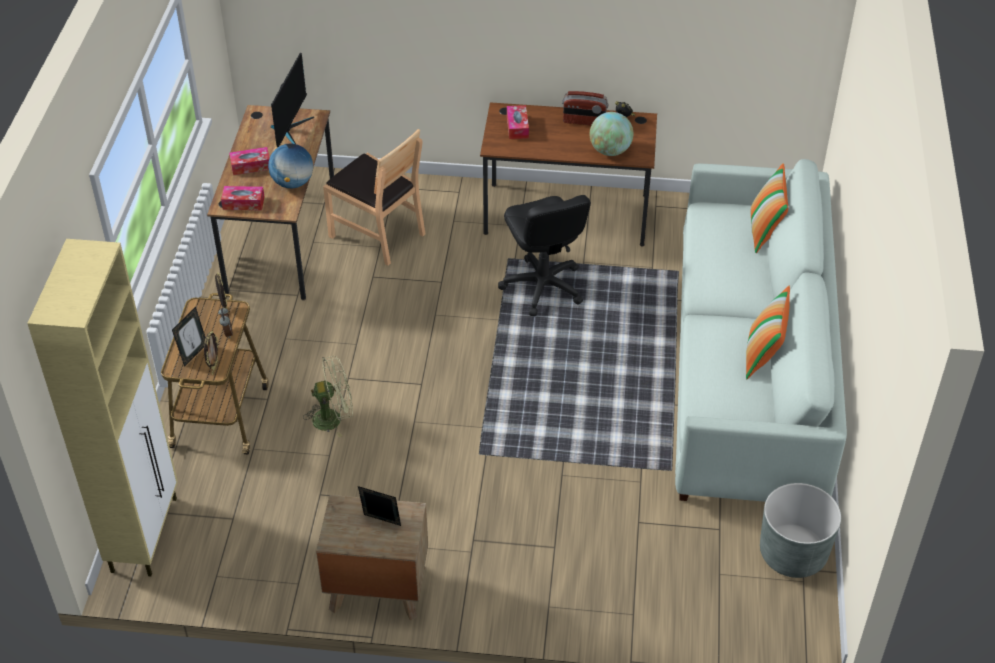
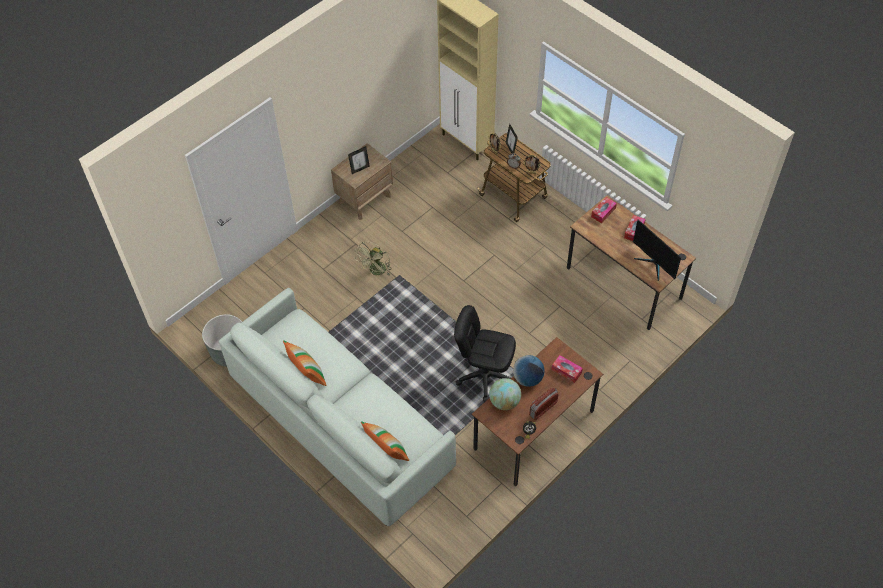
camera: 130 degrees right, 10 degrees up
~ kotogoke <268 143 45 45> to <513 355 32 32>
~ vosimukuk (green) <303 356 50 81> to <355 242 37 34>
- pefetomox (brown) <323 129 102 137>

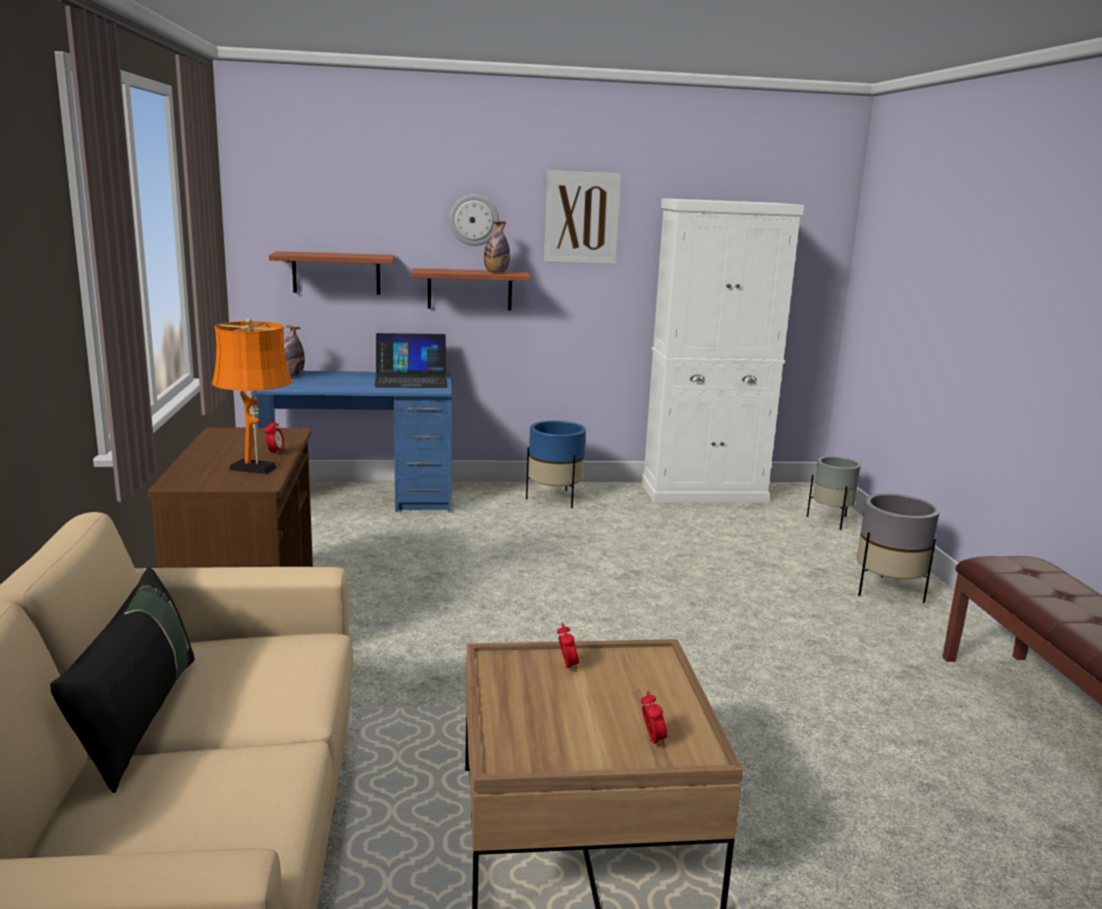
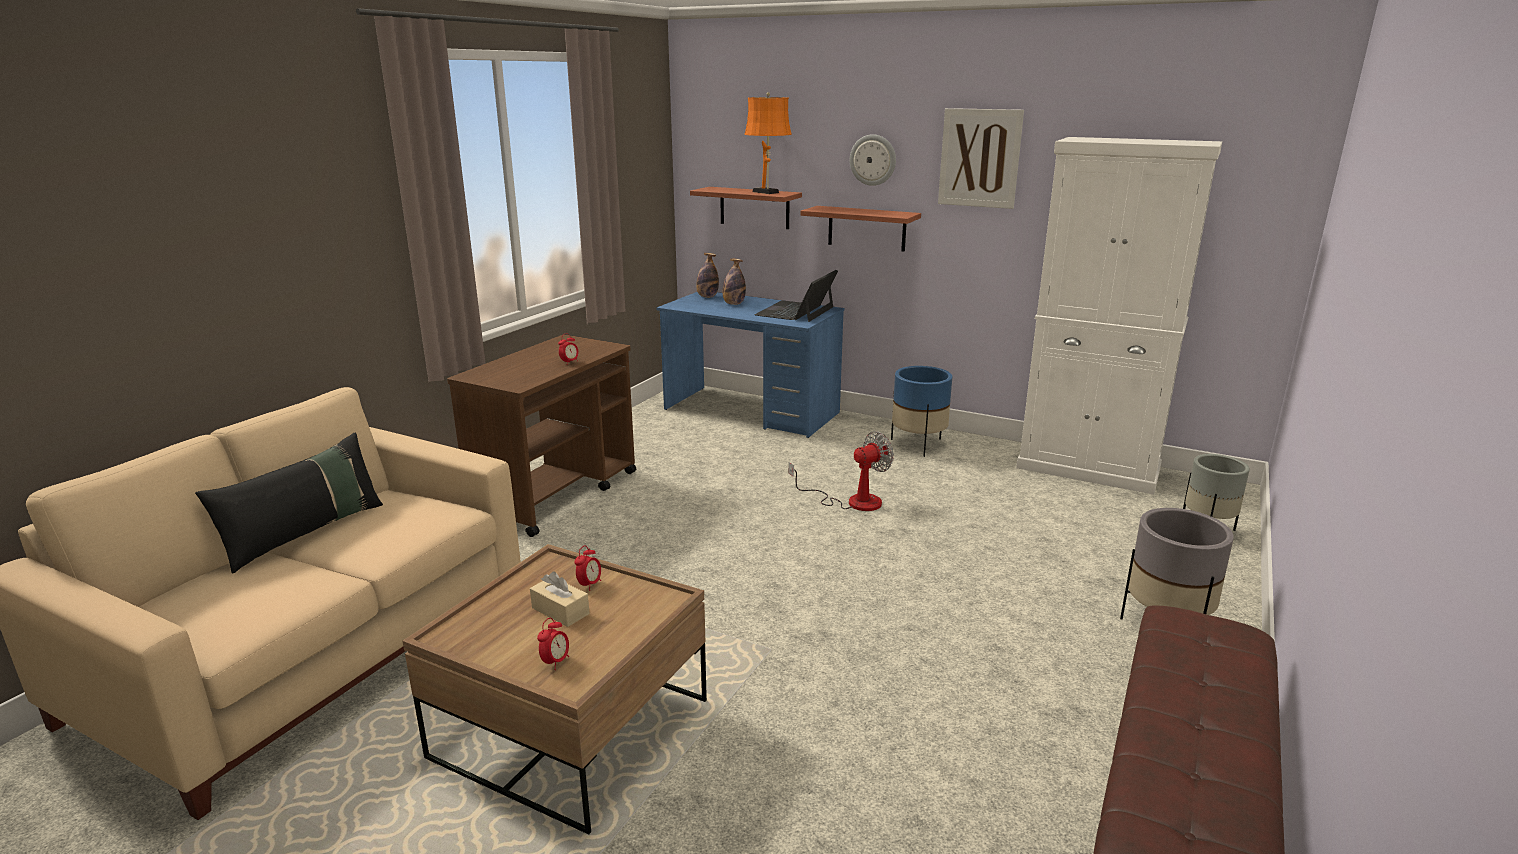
camera: 35 degrees right, 5 degrees up
~ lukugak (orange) <212 318 80 157> to <745 92 47 102>
~ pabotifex <374 333 74 55> = <755 270 83 52> 90 degrees clockwise
~ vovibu <484 221 26 52> to <723 258 23 47>
+ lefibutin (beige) <530 571 60 56>
+ vosimukuk <789 431 105 80>

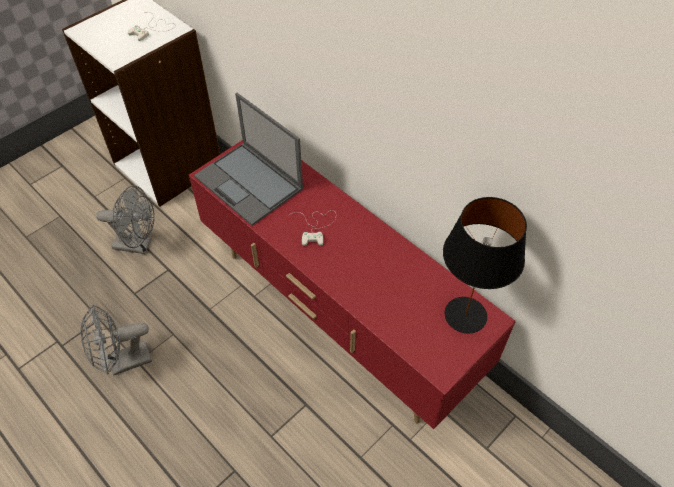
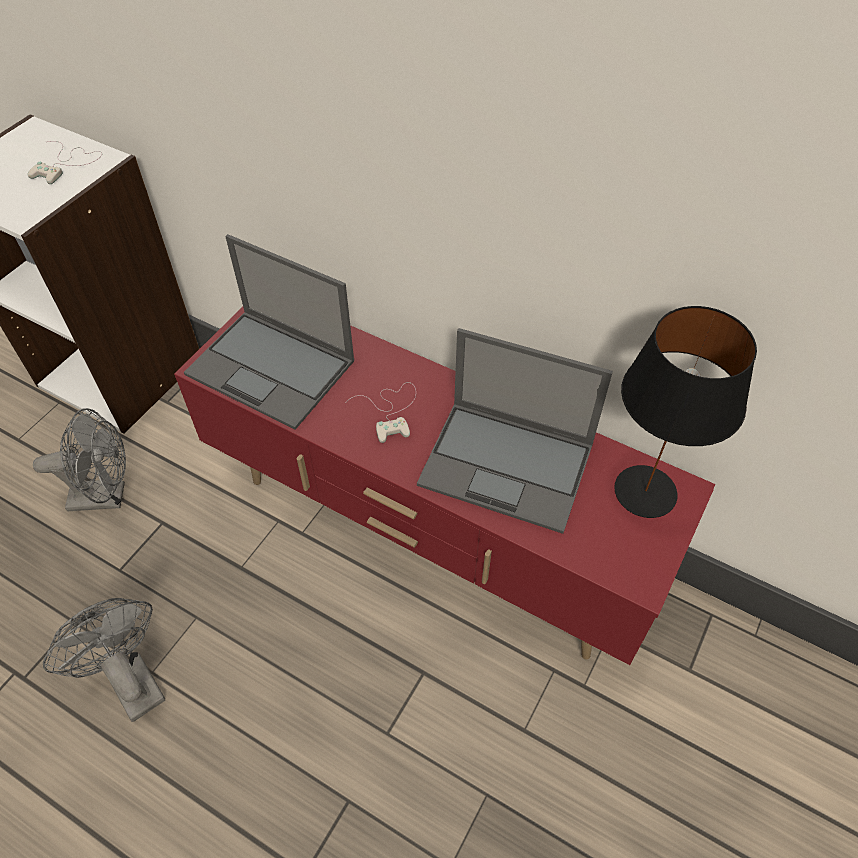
camera: 15 degrees left, 0 degrees up
~ vosimukuk (grey) <81 304 71 72> = <43 598 122 124> 90 degrees clockwise
+ pabotifex <417 328 196 206>

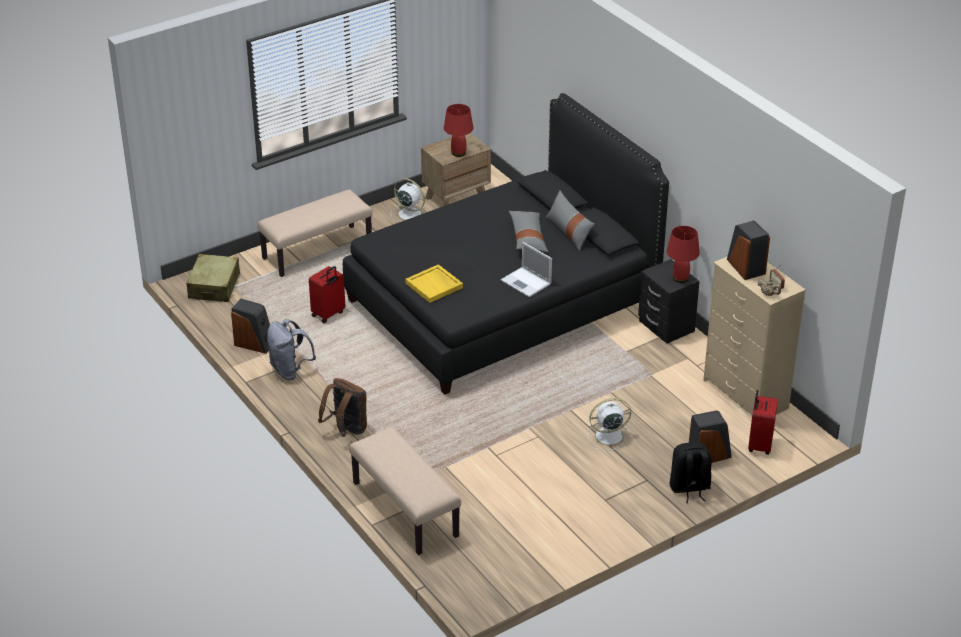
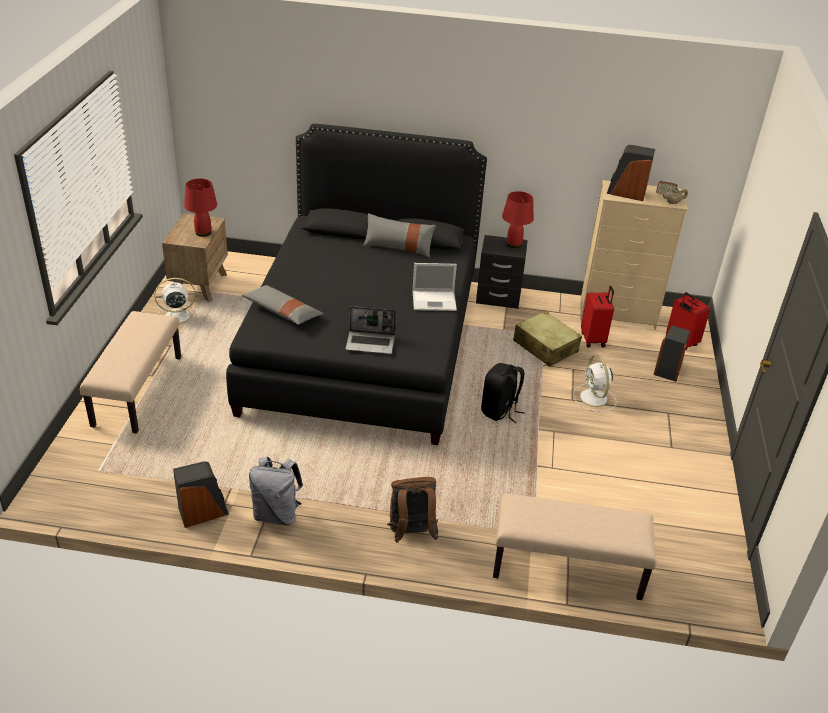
camera: 50 degrees left, 0 degrees up
~ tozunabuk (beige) <186 254 54 48> to <513 311 69 56>
~ tozunabuk (red) <309 266 36 57> to <581 286 33 62>
~ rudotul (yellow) <405 264 58 39> to pabotifex <346 306 50 48>
~ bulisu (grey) <509 211 39 41> to <241 285 83 40>
~ vosimukuk (white) <587 398 46 53> = <573 355 44 57> 45 degrees counterclockwise
~ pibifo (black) <669 442 43 61> to <481 363 44 60>

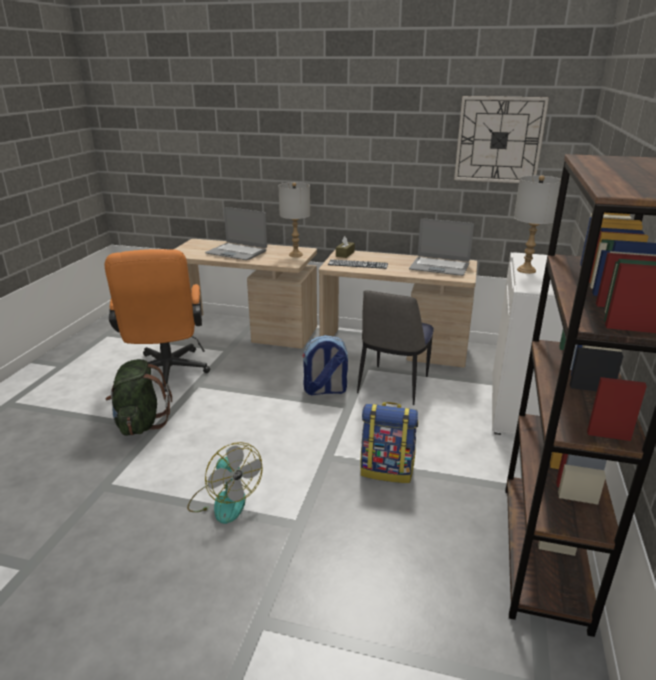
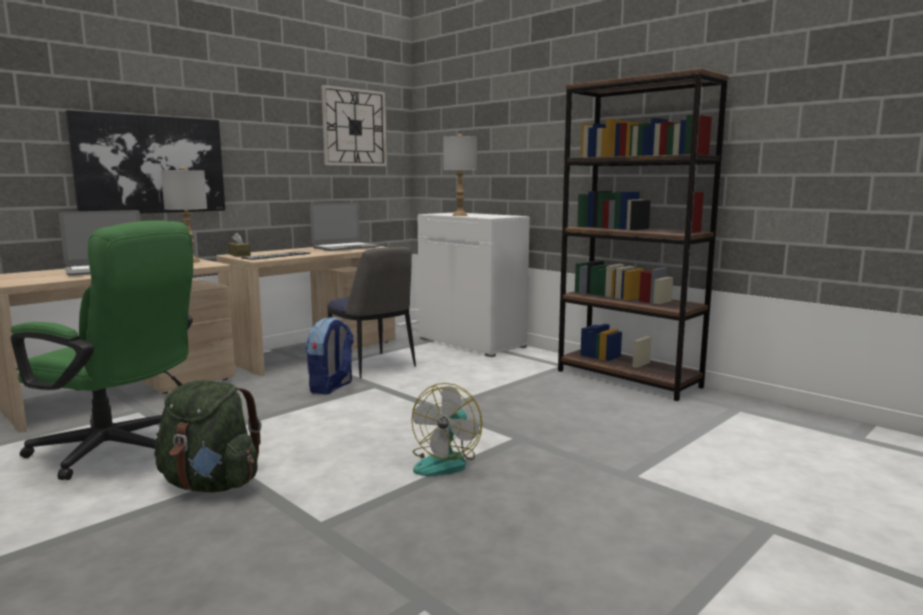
camera: 60 degrees left, 15 degrees down
~ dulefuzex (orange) <105 249 105 143> to dulefuzex (green) <11 221 182 259>
~ vosimukuk <187 442 76 82> = <411 383 72 93> 120 degrees clockwise
- pibifo <361 402 57 81>
+ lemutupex <66 110 159 104>

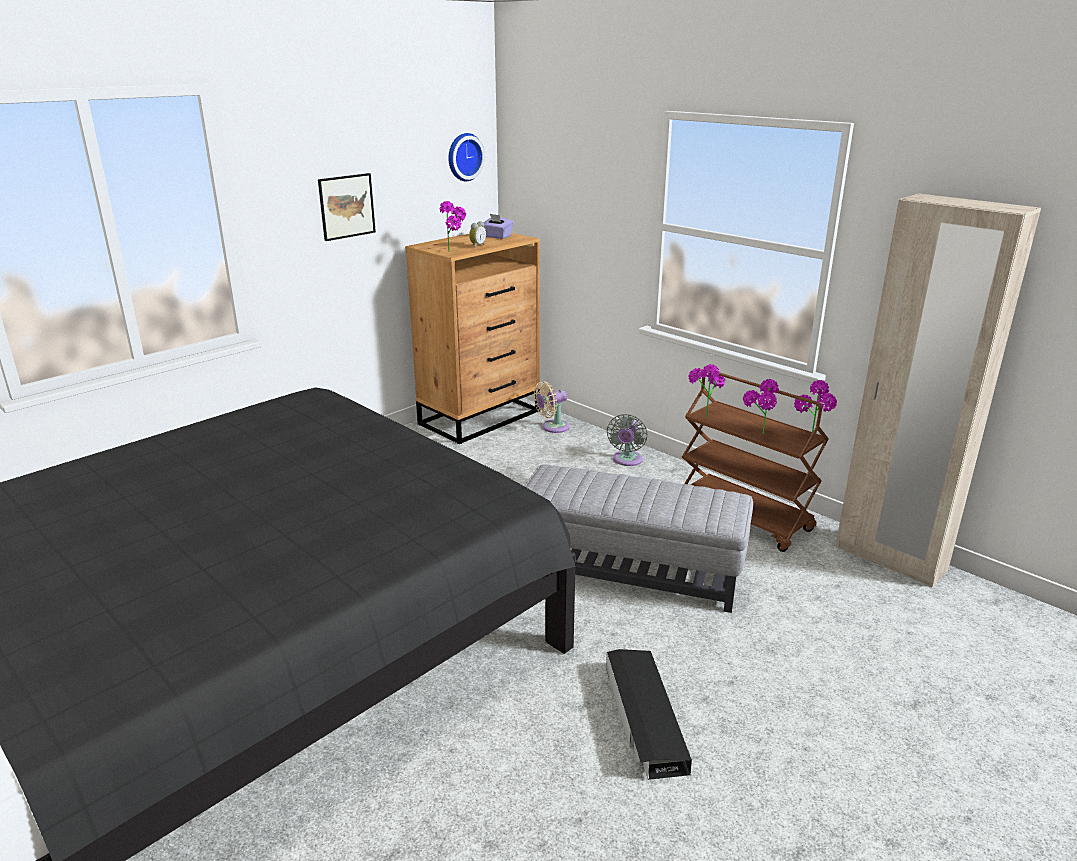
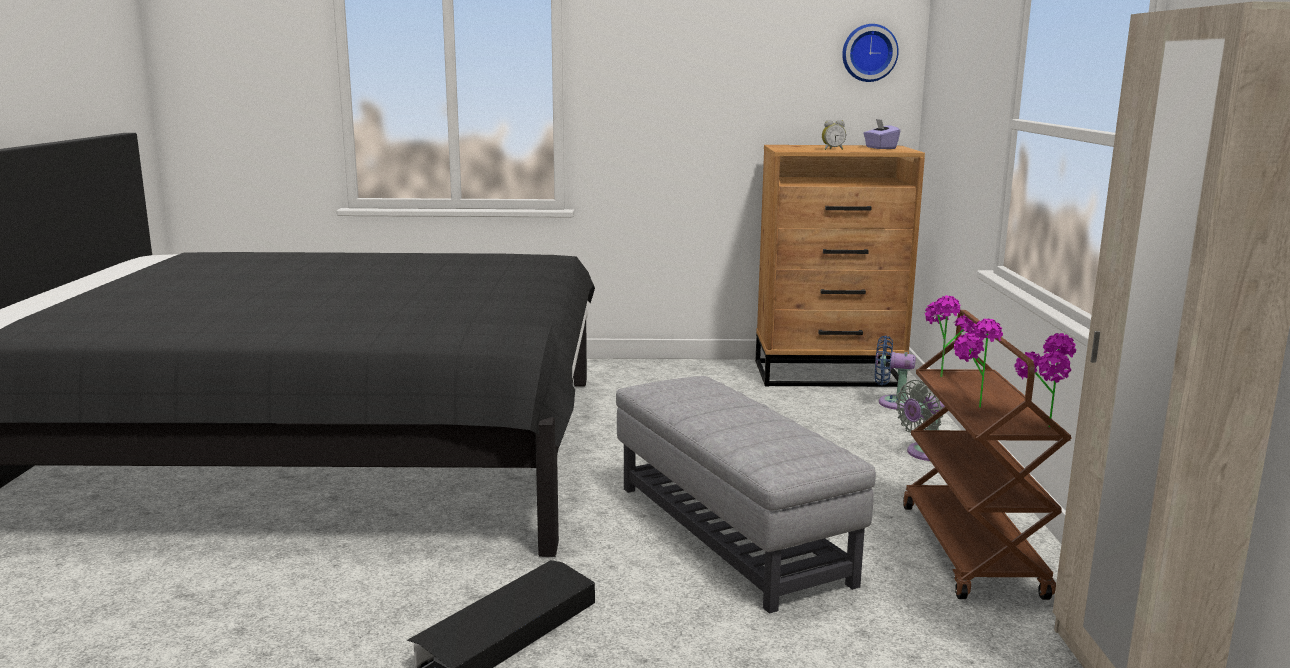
camera: 45 degrees right, 10 degrees down
- lemutupex <318 173 58 68>
- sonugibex <440 201 26 51>
~ vosimukuk (beige) <533 381 36 52> to vosimukuk (blue) <875 336 41 73>

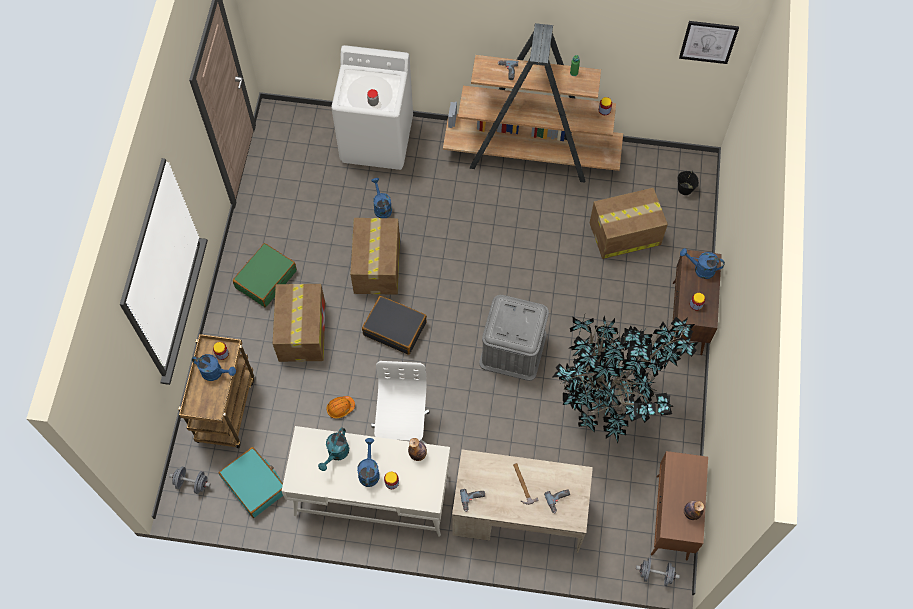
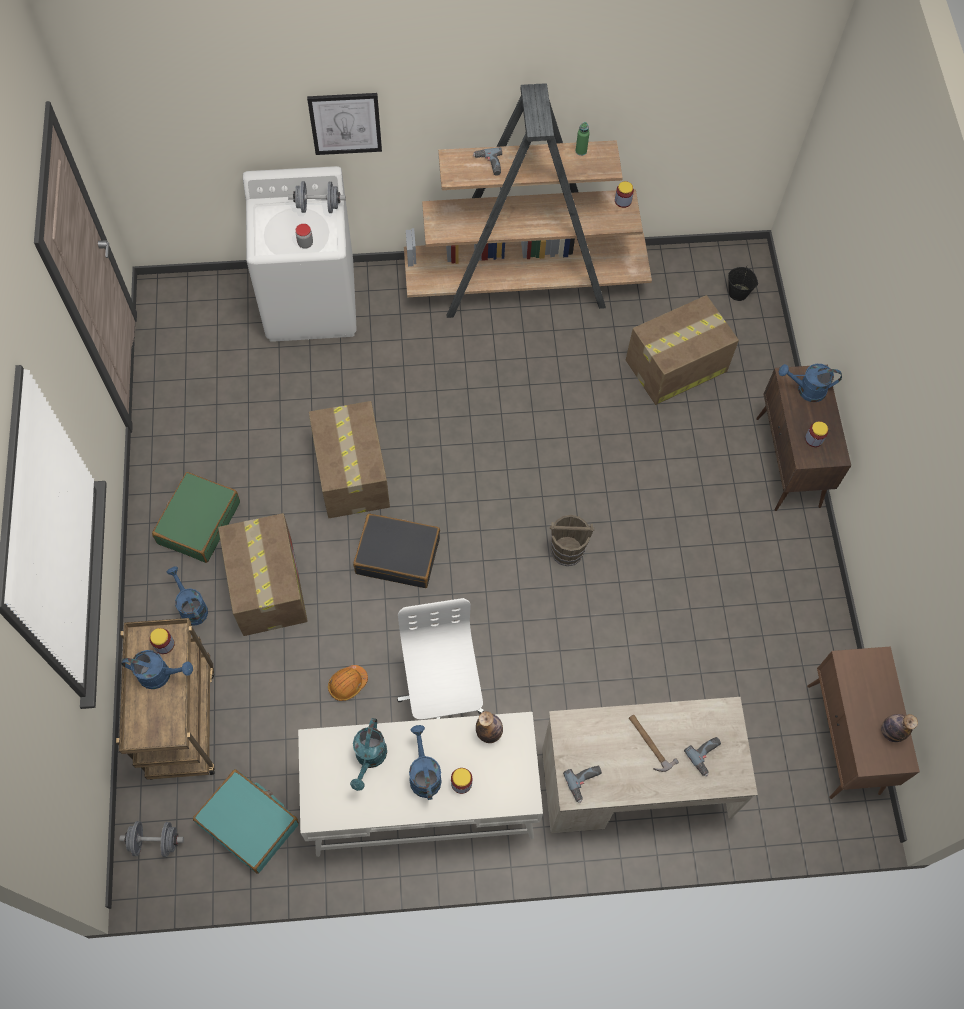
camera: 15 degrees left, 0 degrees up
~ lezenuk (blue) <371 178 21 40> to <167 566 41 60>
~ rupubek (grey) <479 295 70 86> to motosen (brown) <550 515 44 51>
- sonugibex <553 315 146 128>
~ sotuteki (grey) <636 558 44 28> to <288 181 58 32>
~ lemutupex <679 21 60 43> to <307 93 75 62>

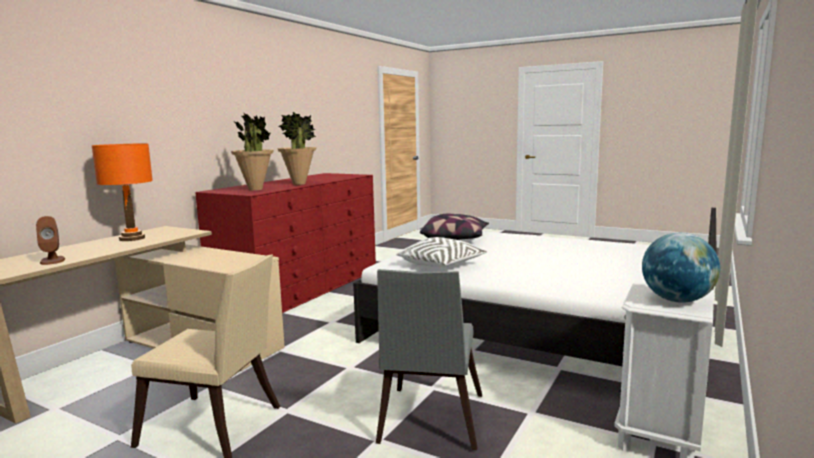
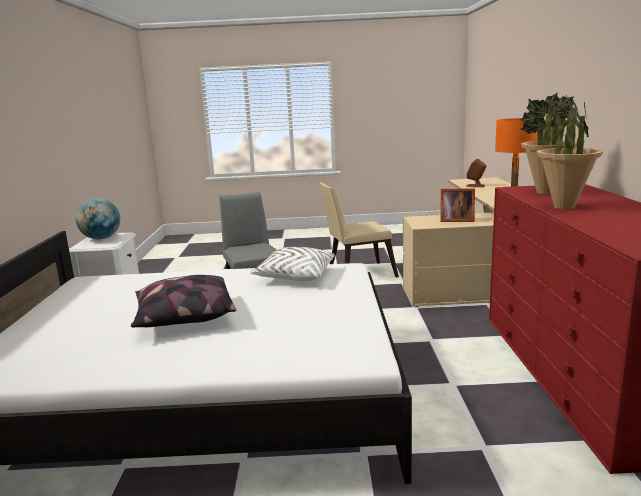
camera: 150 degrees right, 5 degrees up
~ bulisu <420 214 69 26> to <131 275 105 52>
+ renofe <440 188 35 34>

